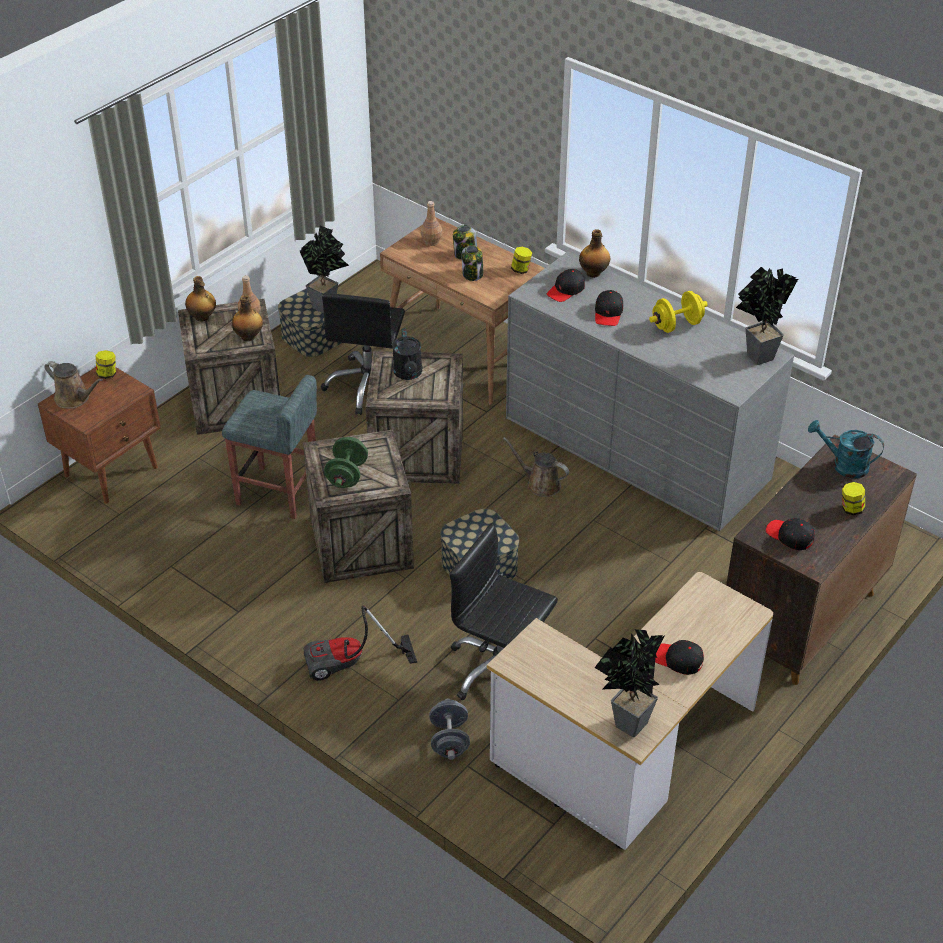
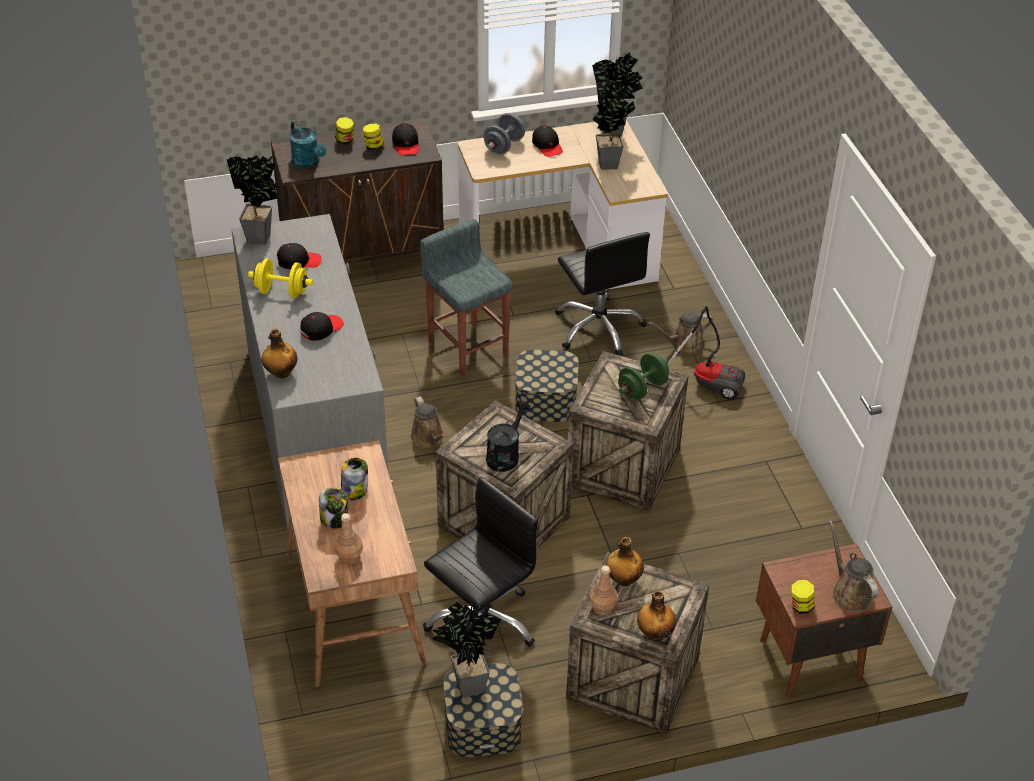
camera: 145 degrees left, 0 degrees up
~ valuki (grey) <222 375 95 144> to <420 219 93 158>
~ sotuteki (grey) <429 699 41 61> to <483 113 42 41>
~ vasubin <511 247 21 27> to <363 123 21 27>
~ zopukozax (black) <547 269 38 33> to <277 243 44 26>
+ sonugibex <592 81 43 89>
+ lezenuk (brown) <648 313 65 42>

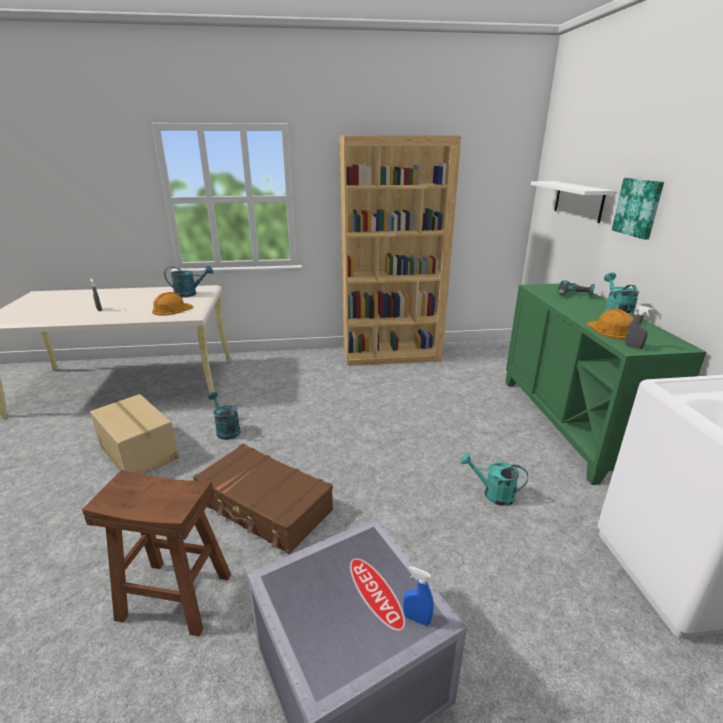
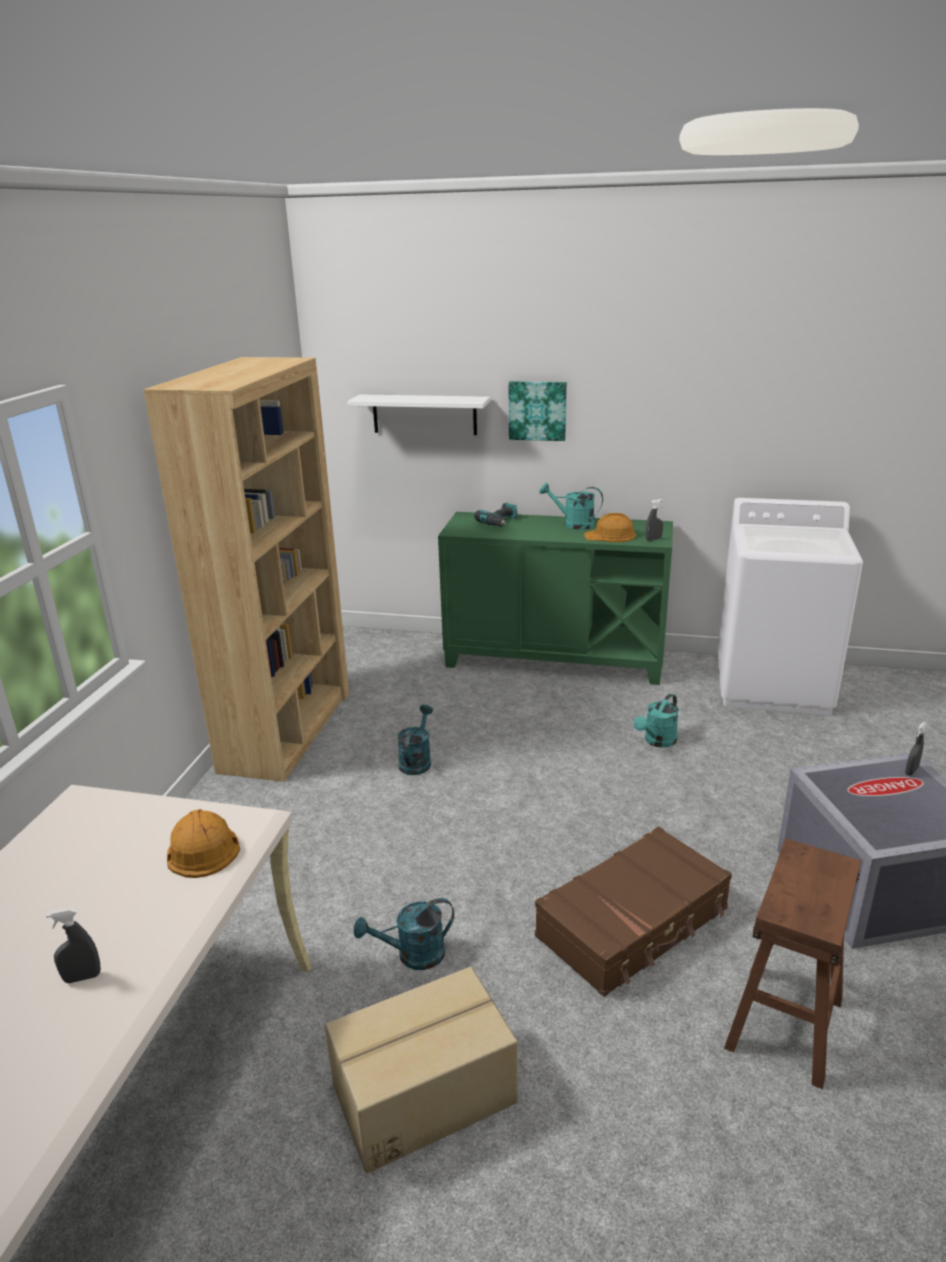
camera: 70 degrees left, 0 degrees up
~ lezenuk (turquoise) <164 265 49 33> to <397 705 36 70>
~ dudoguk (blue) <403 566 31 60> to dudoguk (grey) <905 722 22 54>

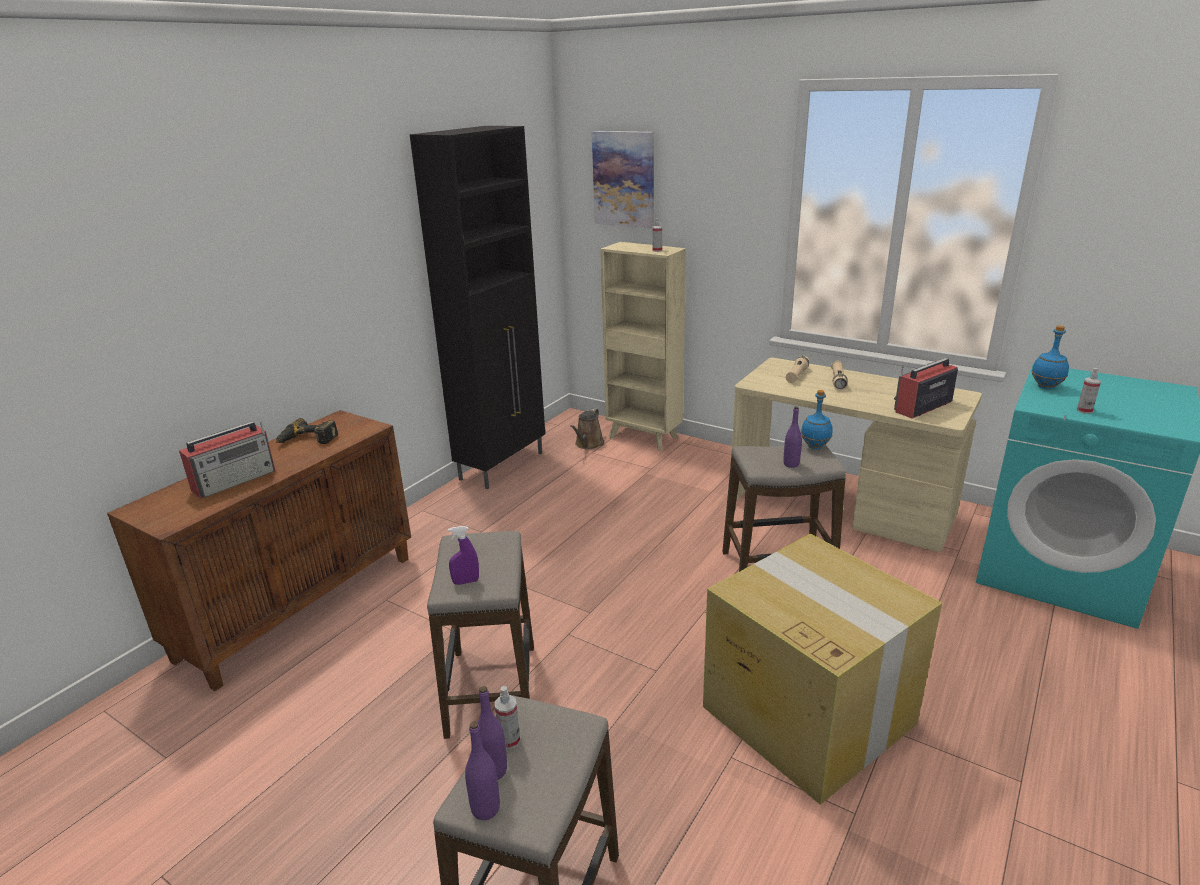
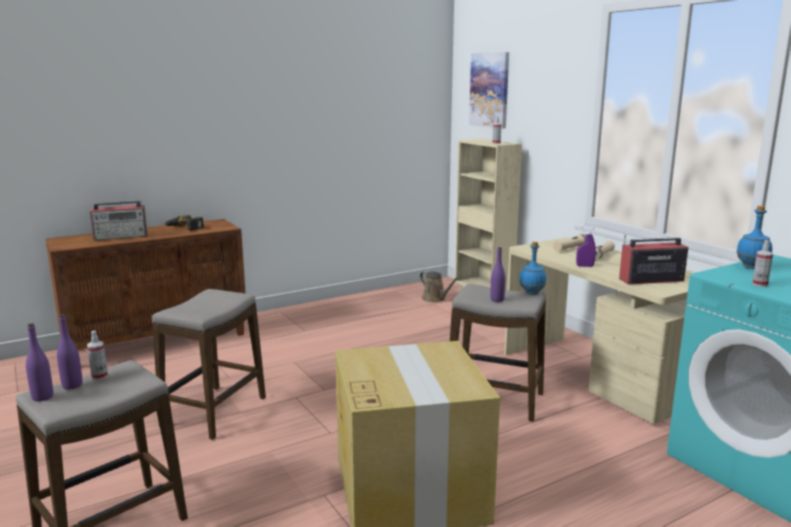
camera: 25 degrees right, 10 degrees down
- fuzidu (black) <410 126 135 363>
~ dudoguk (purple) <448 526 31 59> to <576 226 20 41>
~ lezenuk (brown) <570 409 34 40> = <420 271 40 31> 90 degrees counterclockwise

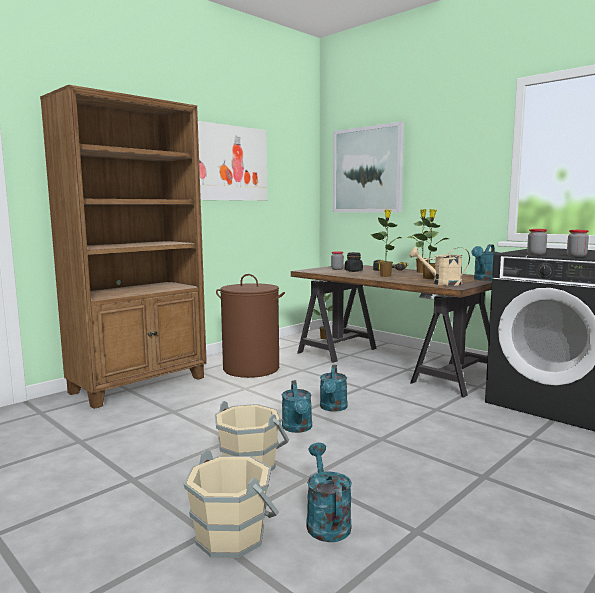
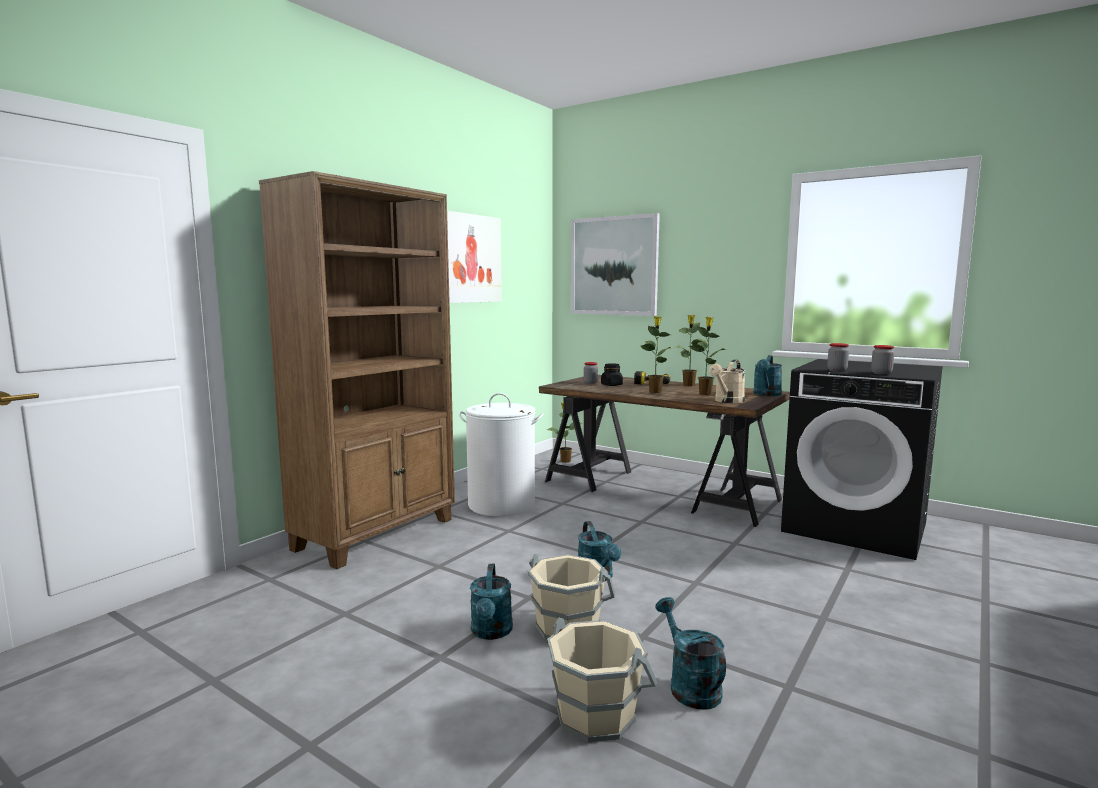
camera: 10 degrees left, 0 degrees up
~ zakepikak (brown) <216 274 69 104> to zakepikak (white) <459 393 85 124>
~ lezenuk (turquoise) <320 365 28 47> to <470 564 43 76>
~ lezenuk (beige) <410 247 60 39> = <709 360 36 43> 45 degrees counterclockwise

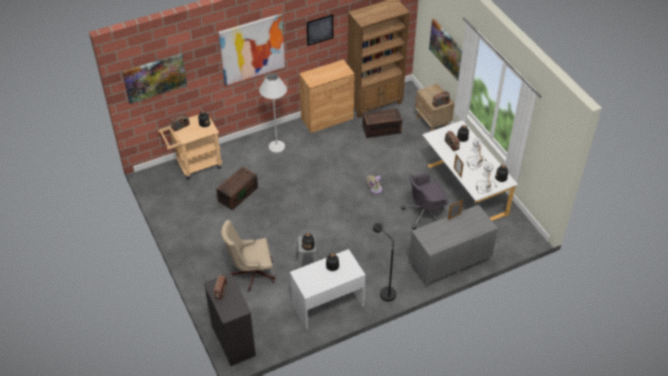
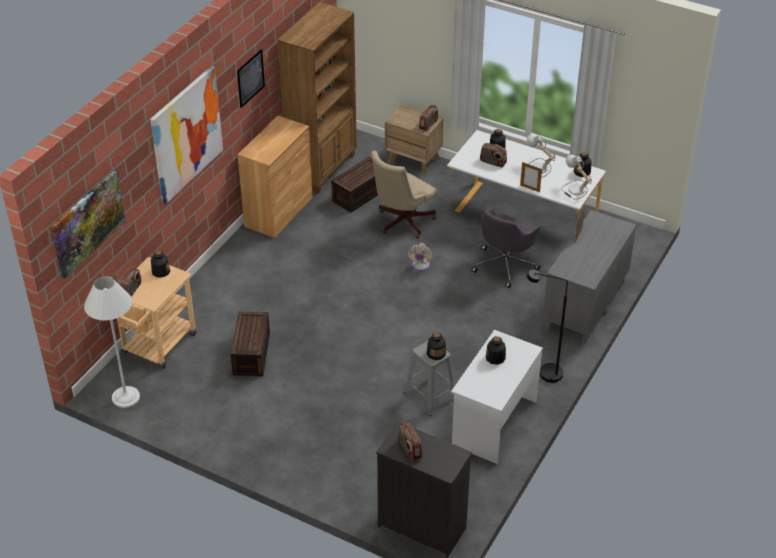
camera: 35 degrees left, 5 degrees down
~ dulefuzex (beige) <221 220 54 72> to <371 151 67 87>
~ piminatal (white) <259 73 28 80> to <84 276 56 132>
- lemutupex <429 19 33 62>

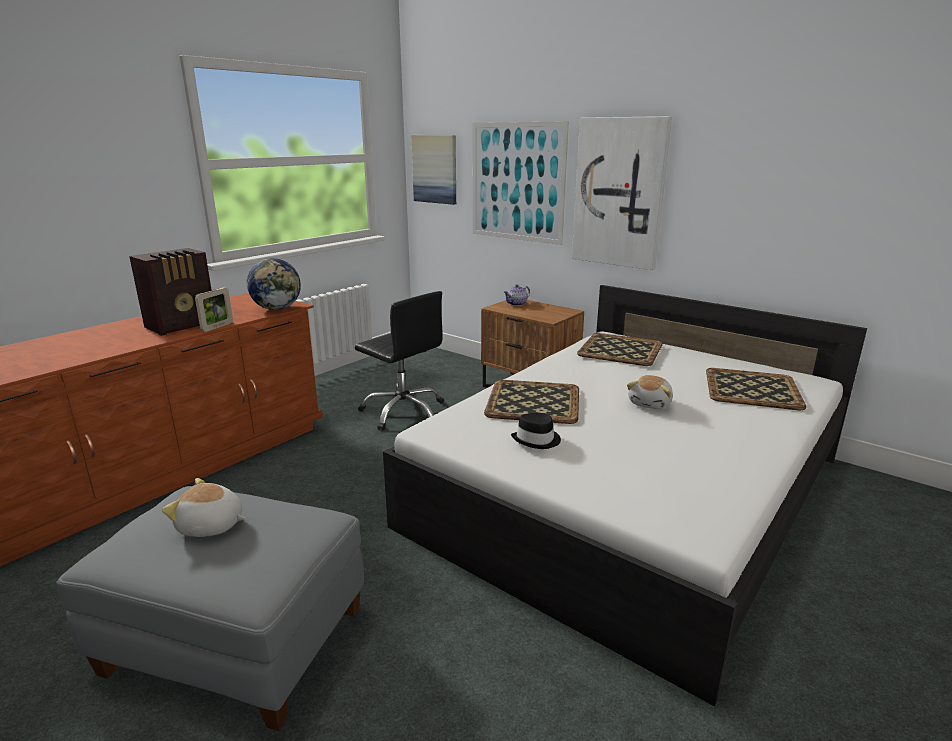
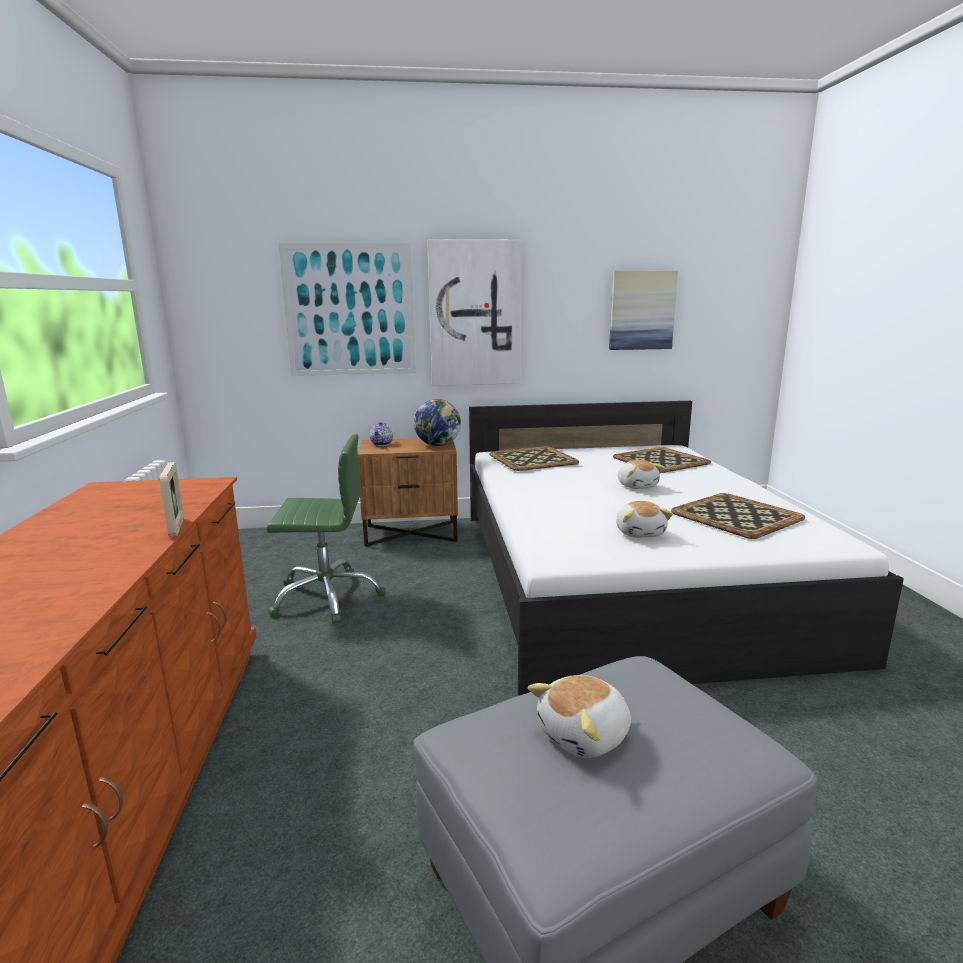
camera: 45 degrees left, 5 degrees down
- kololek <129 248 83 88>
~ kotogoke <246 258 55 52> to <414 399 47 47>
~ dulefuzex (black) <355 291 89 140> to dulefuzex (green) <267 434 119 190>
~ lemutupex <411 135 45 70> to <609 271 69 79>
~ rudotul <484 380 95 44> to <671 493 134 46>
~ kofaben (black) <511 413 50 36> to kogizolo <616 501 57 37>

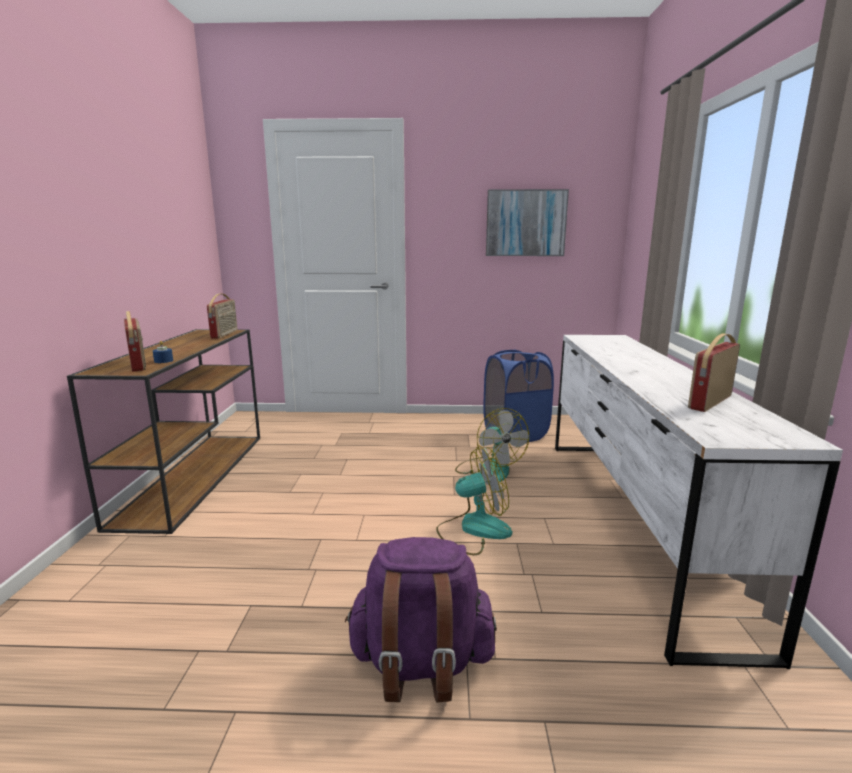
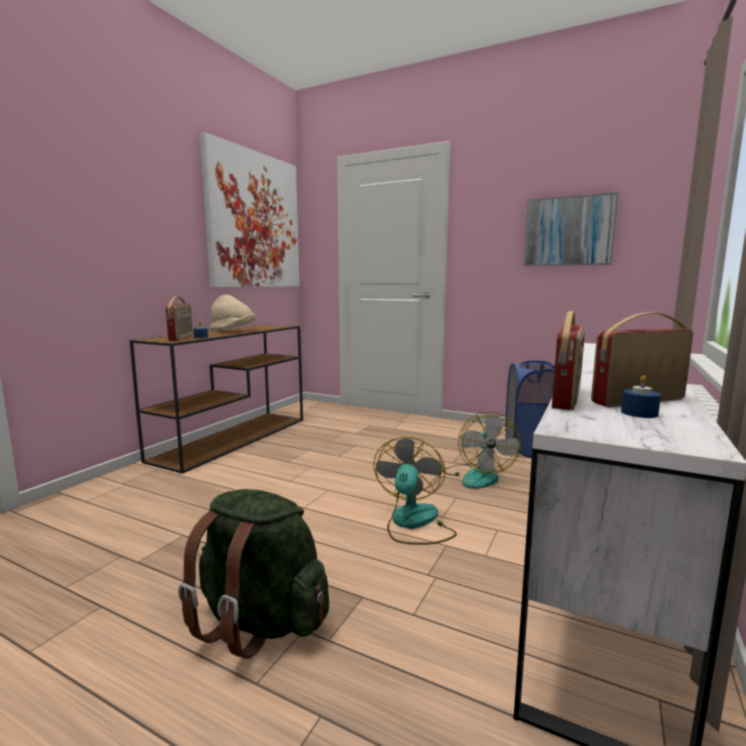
camera: 25 degrees right, 5 degrees down
~ kololek <207 294 30 45> to <552 311 33 99>
~ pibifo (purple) <345 537 152 166> to pibifo (green) <178 489 151 170>
~ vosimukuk <436 446 76 109> = <373 437 84 108> 90 degrees counterclockwise
+ lemutupex <200 132 100 155>
+ kofaben (beige) <210 295 46 36>
+ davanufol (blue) <621 375 40 43>

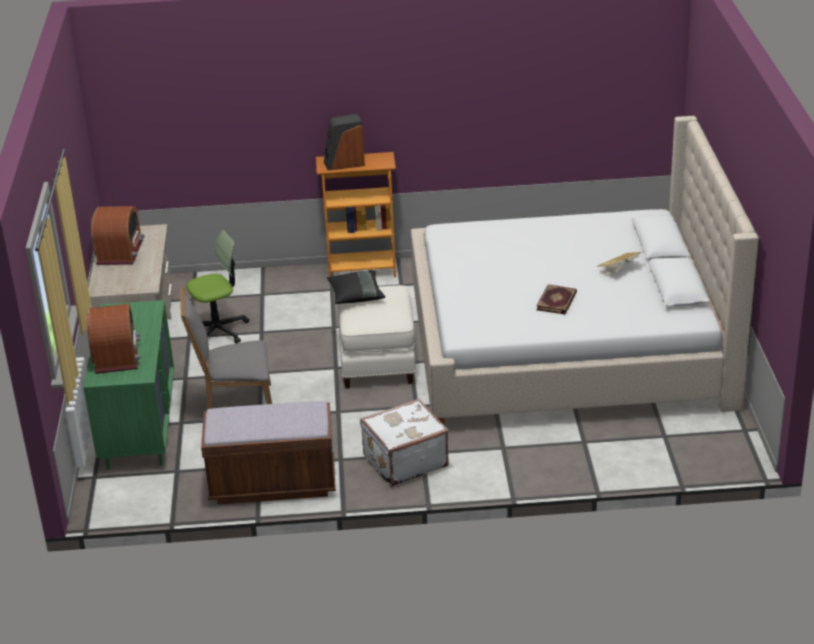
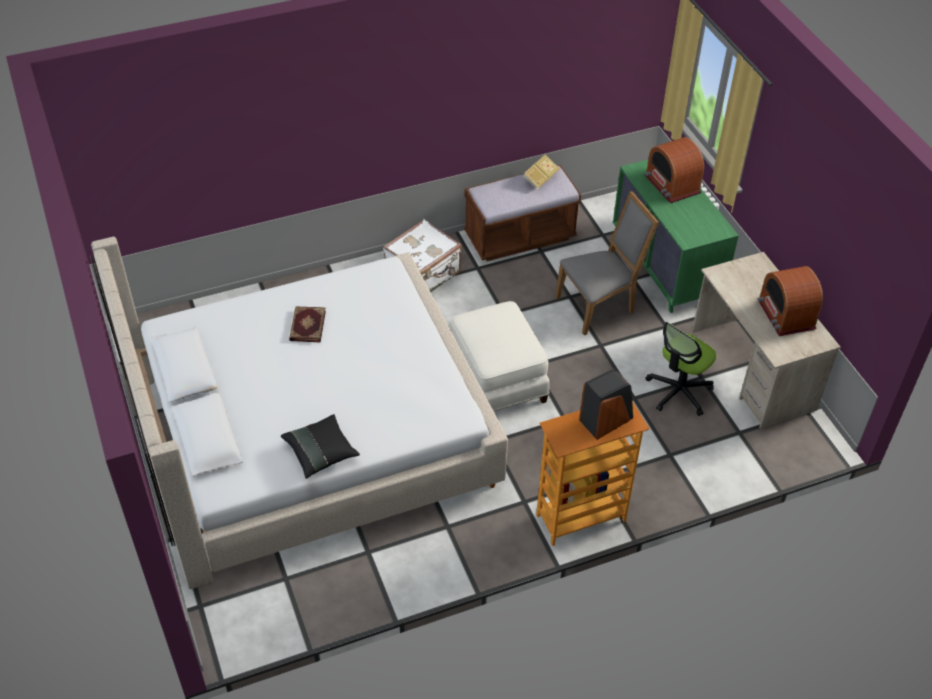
camera: 160 degrees right, 15 degrees up
~ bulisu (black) <327 270 58 34> to <281 414 79 65>
~ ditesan <598 252 43 21> to <523 154 37 36>

